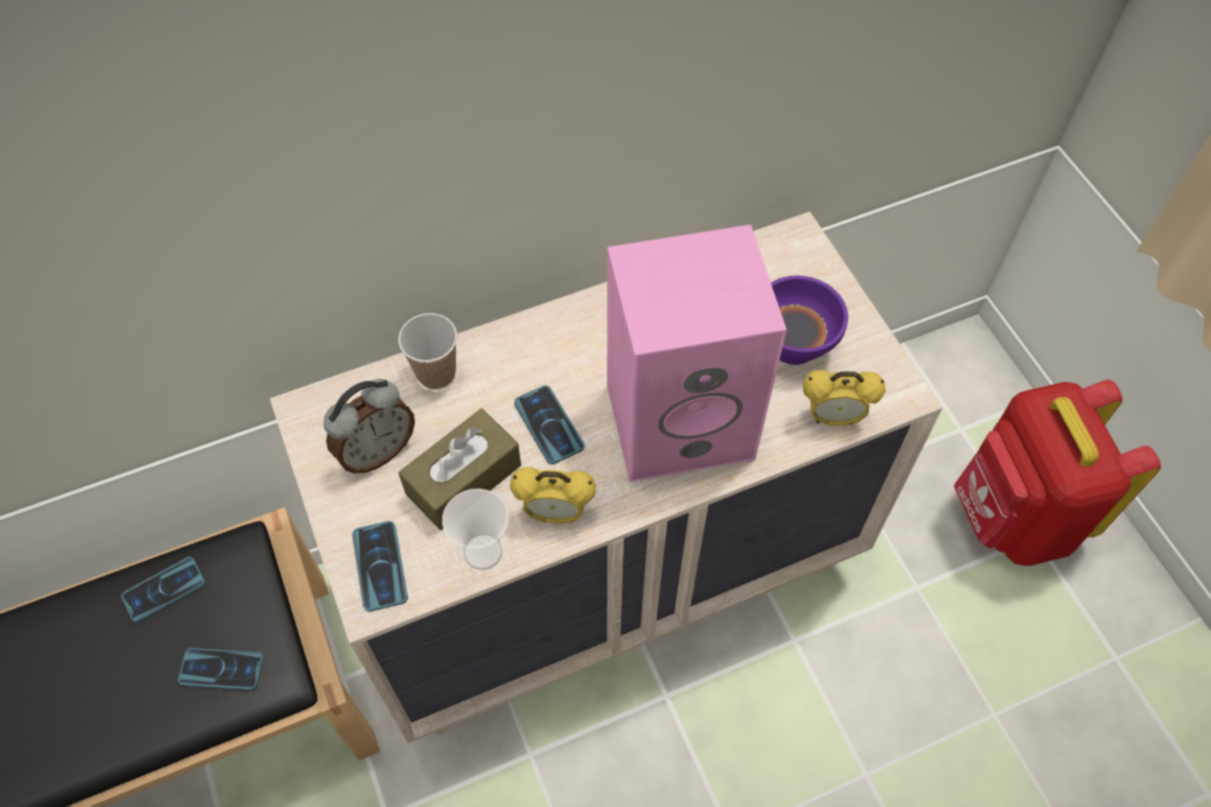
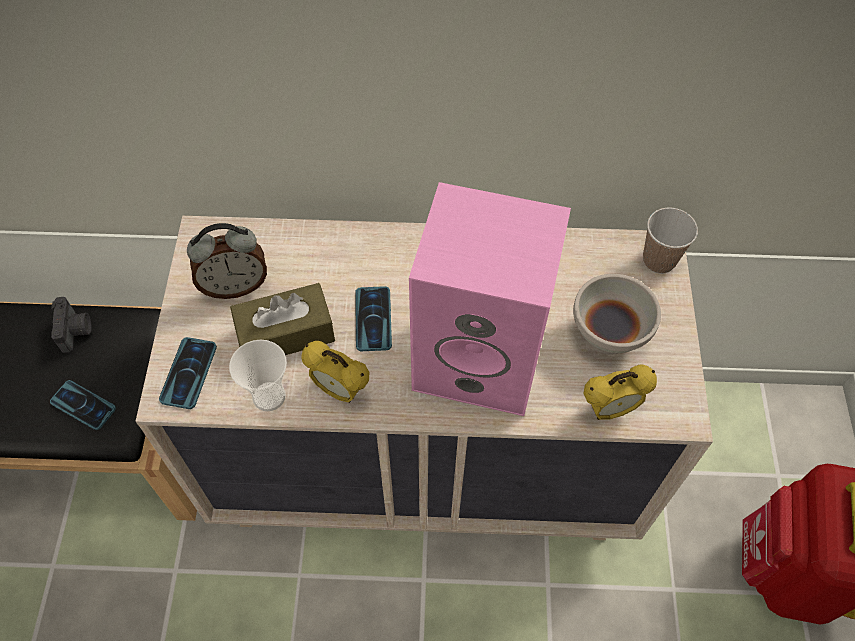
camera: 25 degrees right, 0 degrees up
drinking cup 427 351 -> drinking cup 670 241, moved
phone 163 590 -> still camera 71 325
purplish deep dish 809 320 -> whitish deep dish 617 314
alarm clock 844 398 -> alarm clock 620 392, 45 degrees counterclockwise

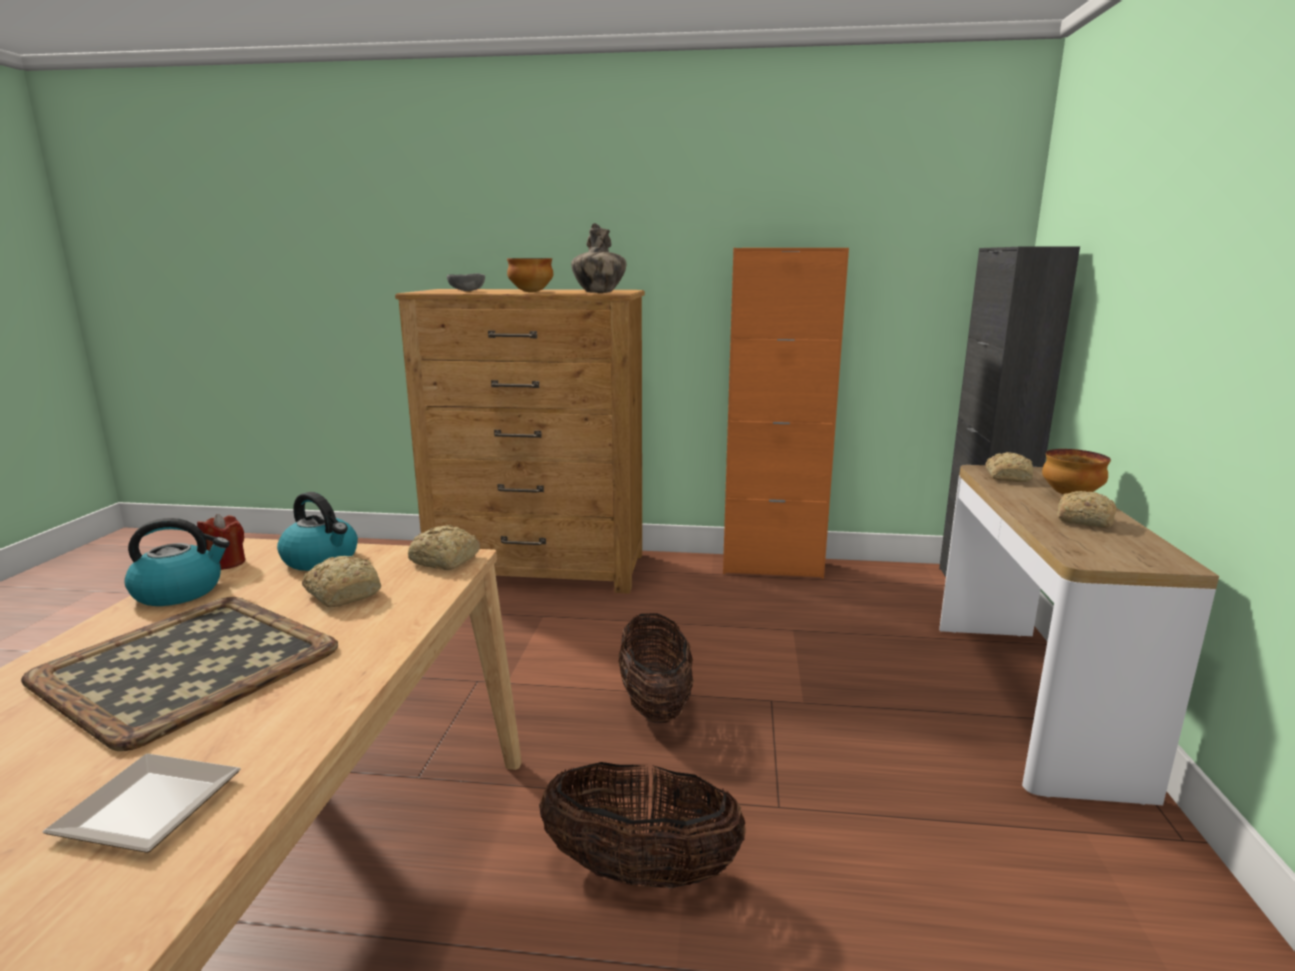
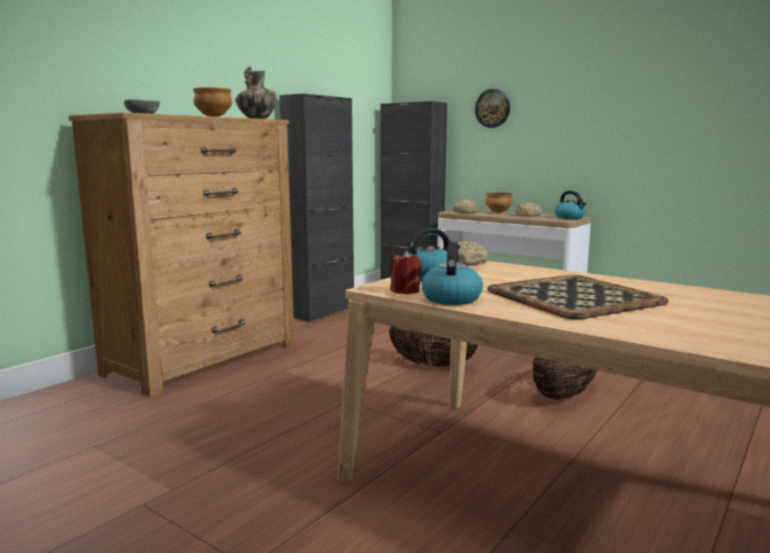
camera: 60 degrees left, 5 degrees down
plate 141 803 -> none
baked bread 341 581 -> none
none -> wall clock 492 108
none -> water kettle 571 204
orange-coloured cupboard 786 413 -> black-coloured cupboard 316 207

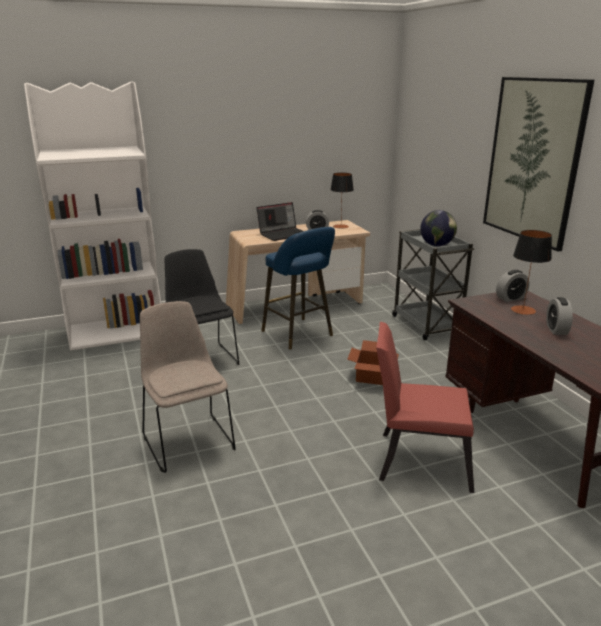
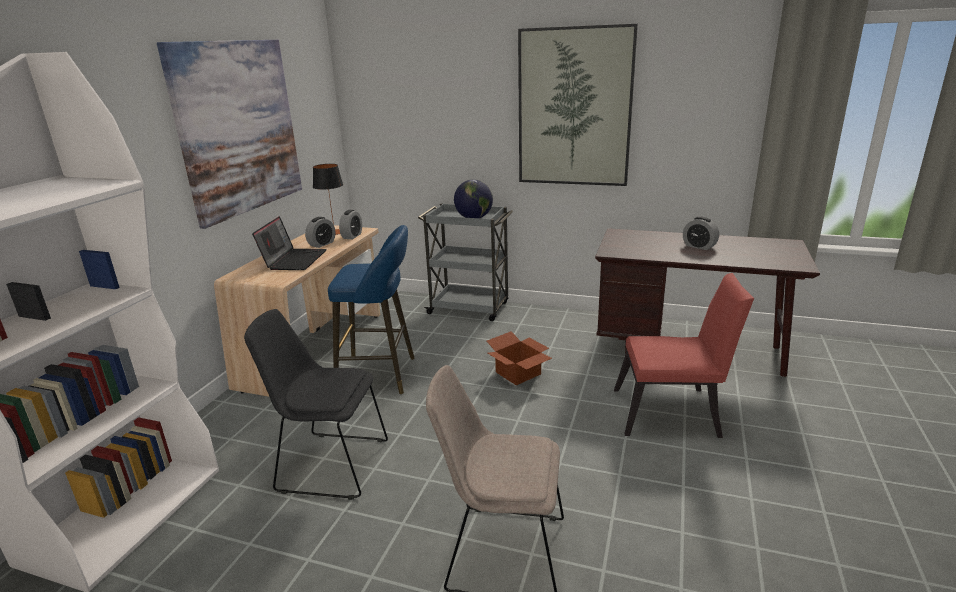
camera: 50 degrees left, 0 degrees up
lamp for a table 531 272 -> none
none -> picture 229 134
alarm clock 512 286 -> alarm clock 350 224, moved
red-coloured upright chair 425 407 -> red-coloured upright chair 684 355, 135 degrees counterclockwise

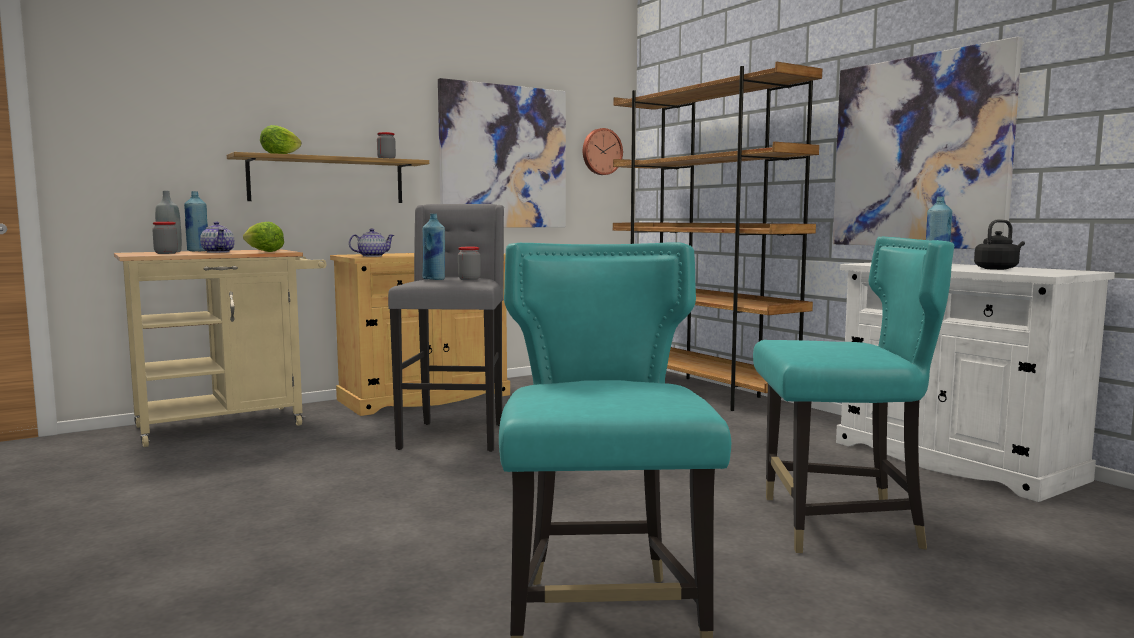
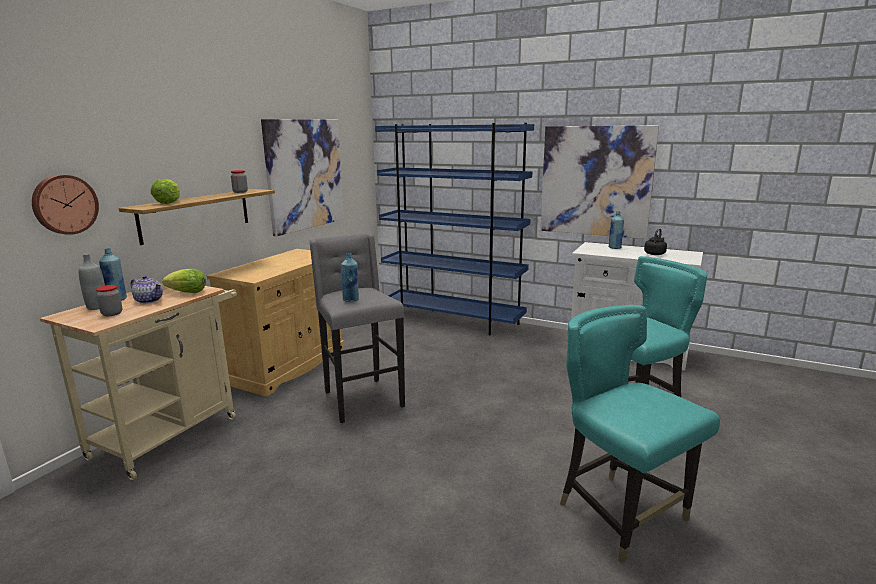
camera: 30 degrees left, 10 degrees up
teapot 372 242 -> none
jar 469 263 -> none
wall clock 603 151 -> wall clock 65 205, moved
brown-coloured bookshelf 717 236 -> blue bookshelf 454 229

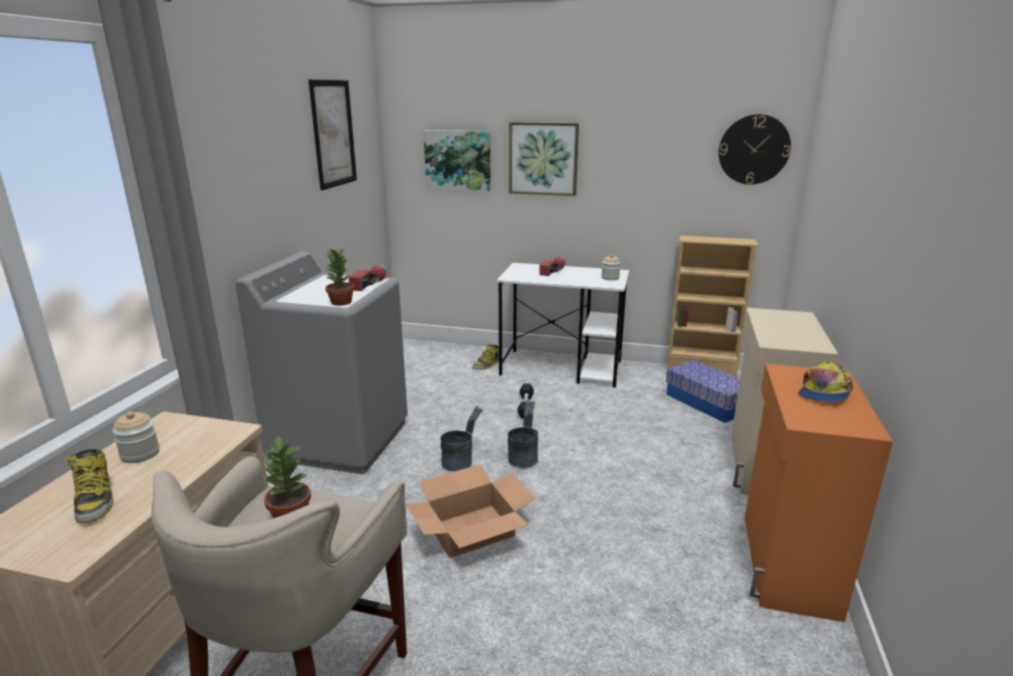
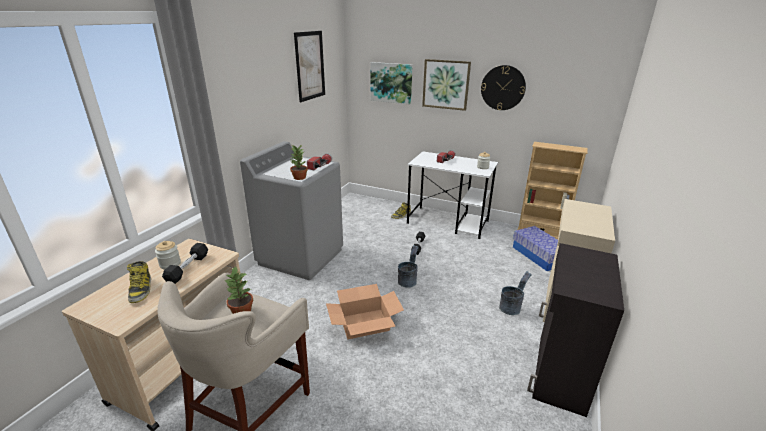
camera: 10 degrees right, 5 degrees up
baseball cap 825 381 -> none
none -> black-coloured free weight 185 263
gray bucket 461 439 -> gray bucket 515 293, moved
wall clock 755 149 -> wall clock 503 87, moved
orange-coloured cupboard 819 493 -> black-coloured cupboard 575 330

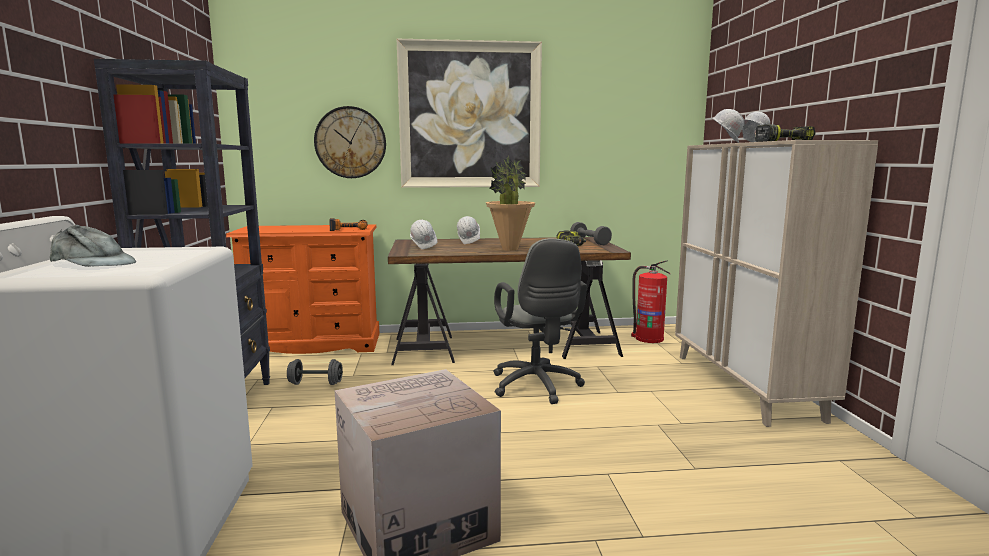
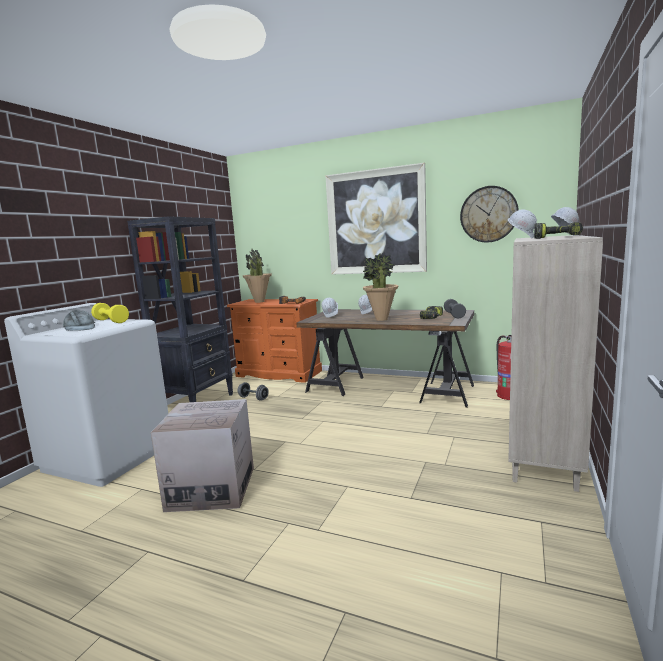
camera: 30 degrees right, 0 degrees up
gray desk chair 540 321 -> none
none -> yellow free weight 110 313
none -> houseplant 257 276
wall clock 350 142 -> wall clock 489 214, moved

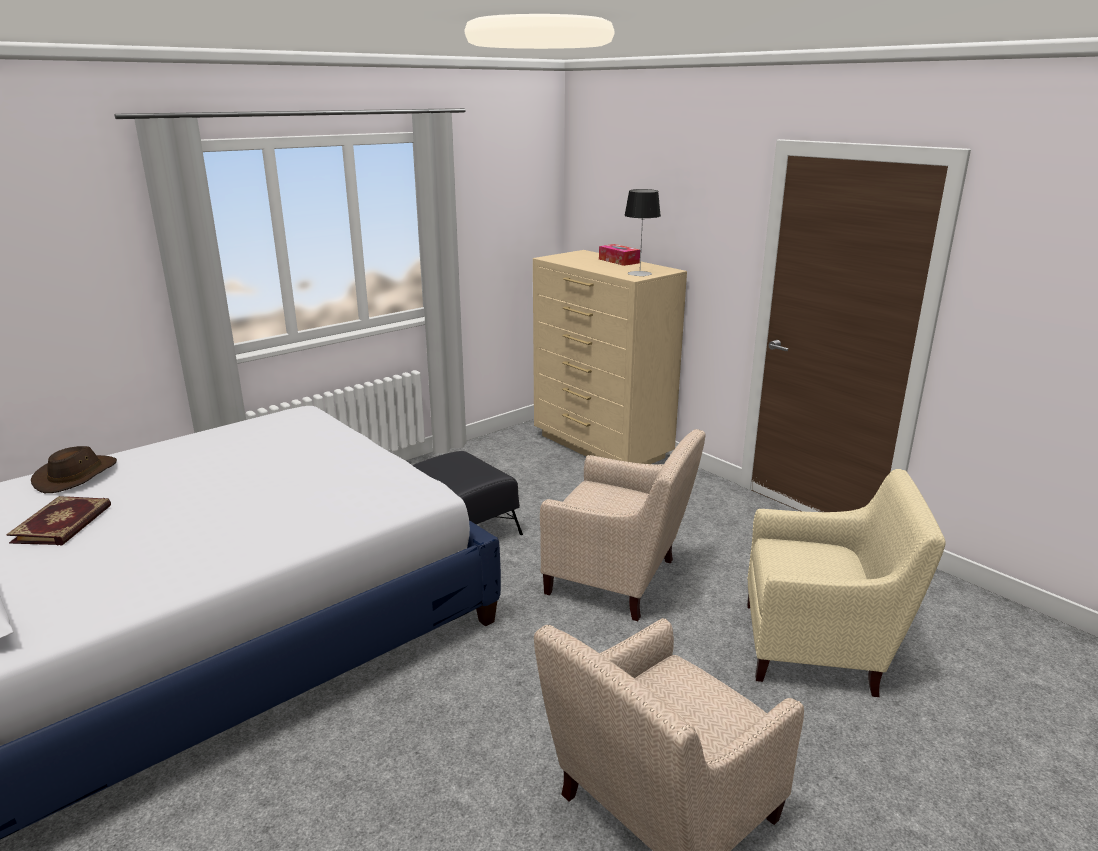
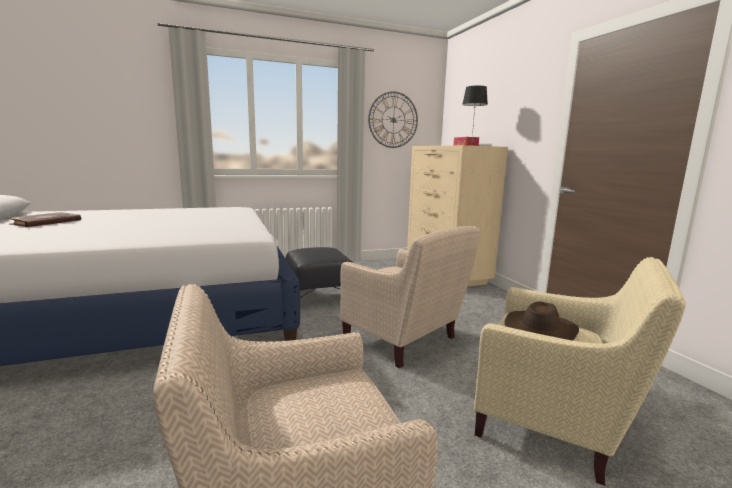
camera: 20 degrees right, 10 degrees down
none -> wall clock 393 119
brown-coloured wearable hat 74 469 -> brown-coloured wearable hat 542 321, moved

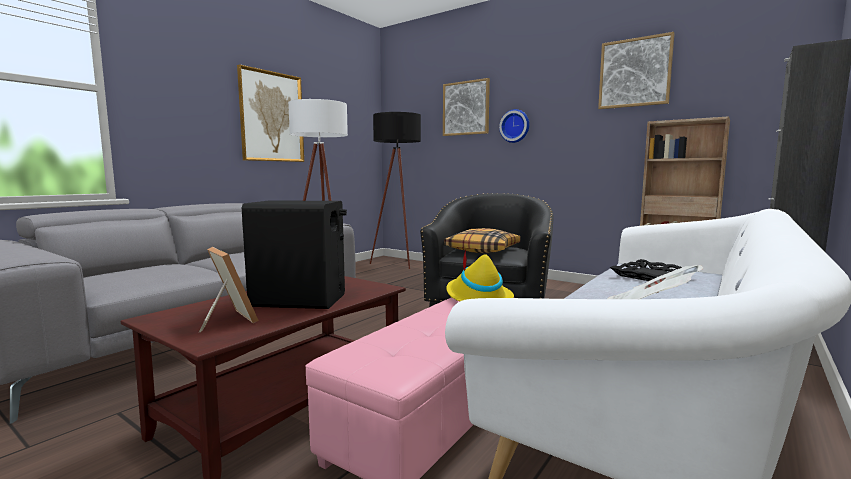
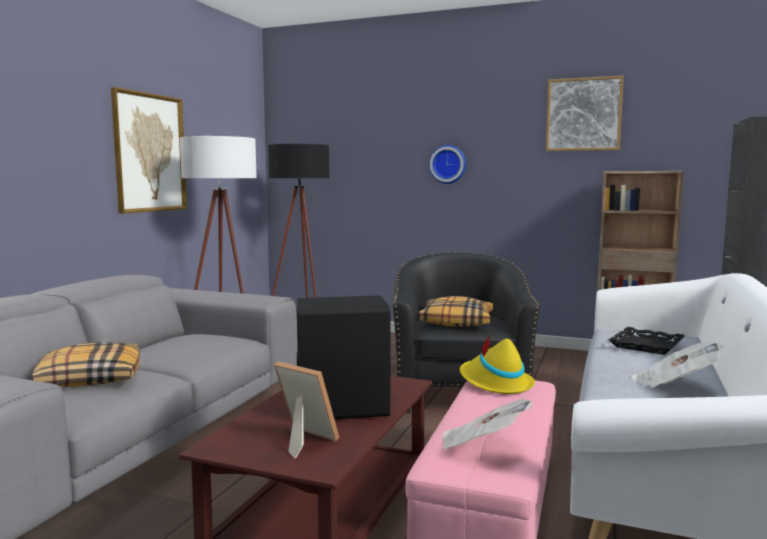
camera: 15 degrees left, 0 degrees up
picture 466 107 -> none
none -> cushion 86 364
none -> daily paper 487 424

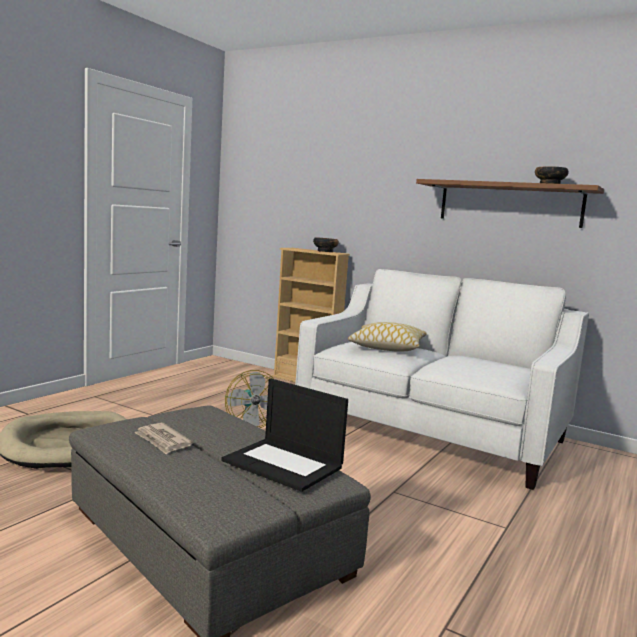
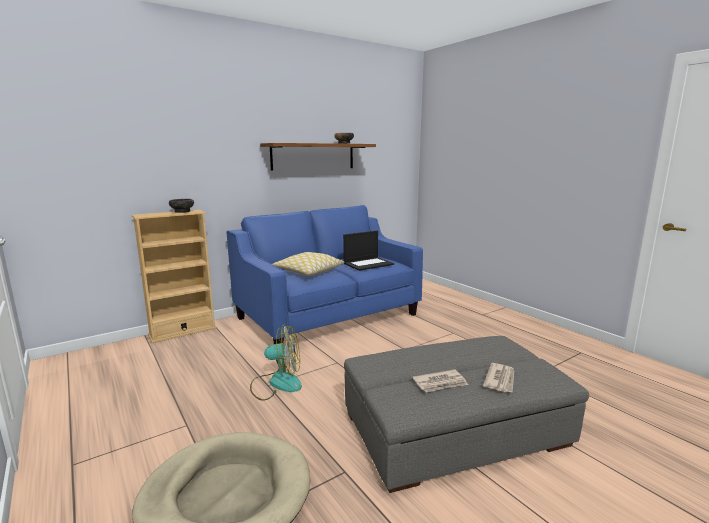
camera: 65 degrees left, 5 degrees up
none -> daily paper 498 377
portable computer 284 435 -> portable computer 368 251, moved
whitish sofa 442 379 -> blue sofa 325 274

